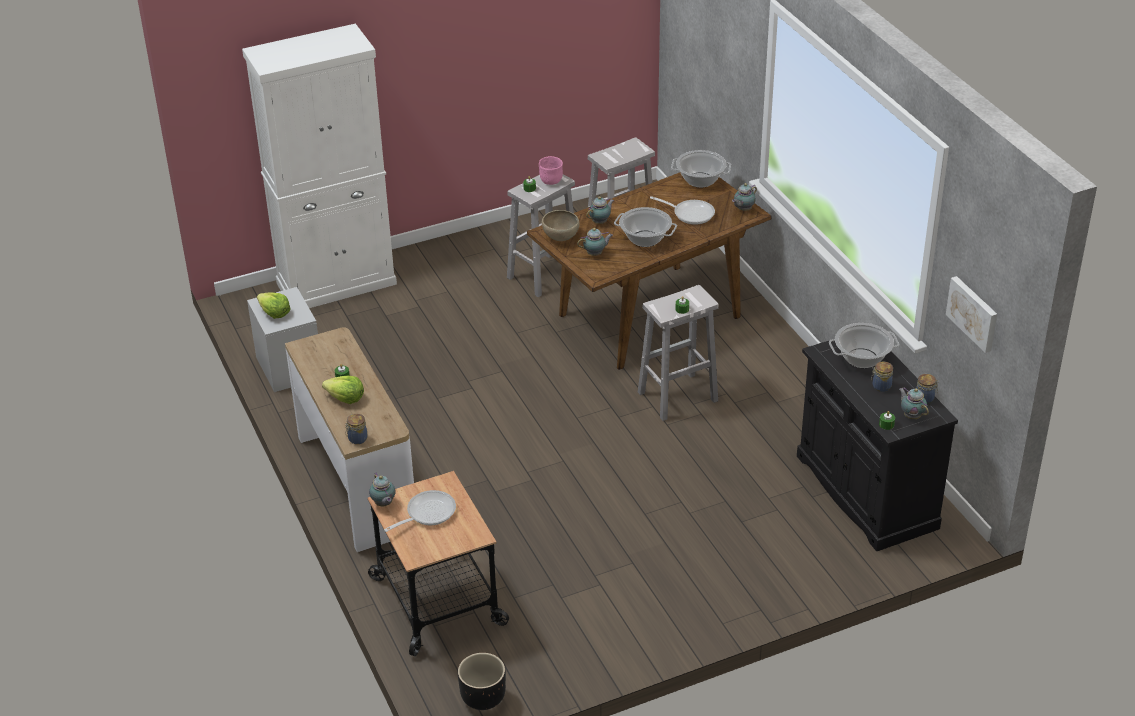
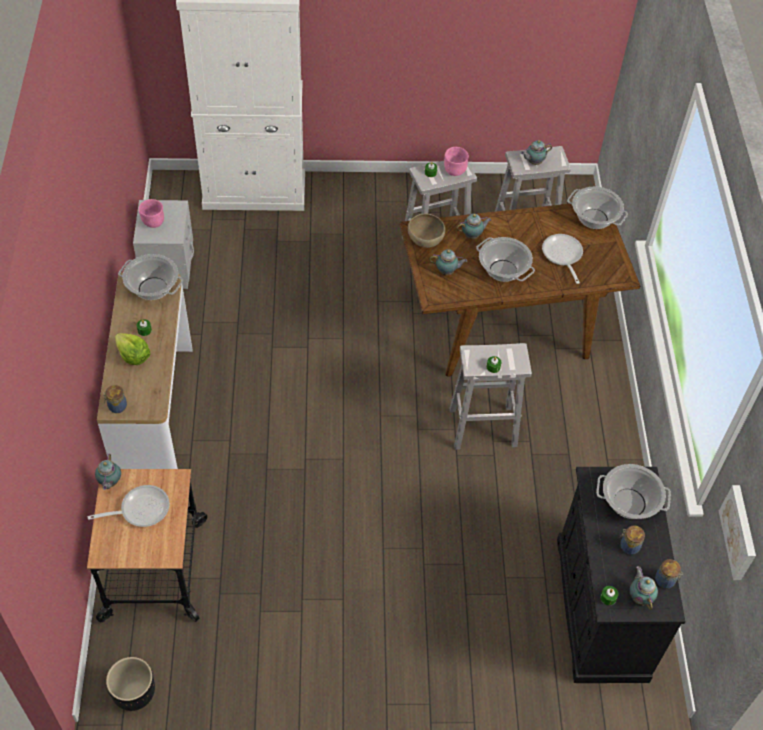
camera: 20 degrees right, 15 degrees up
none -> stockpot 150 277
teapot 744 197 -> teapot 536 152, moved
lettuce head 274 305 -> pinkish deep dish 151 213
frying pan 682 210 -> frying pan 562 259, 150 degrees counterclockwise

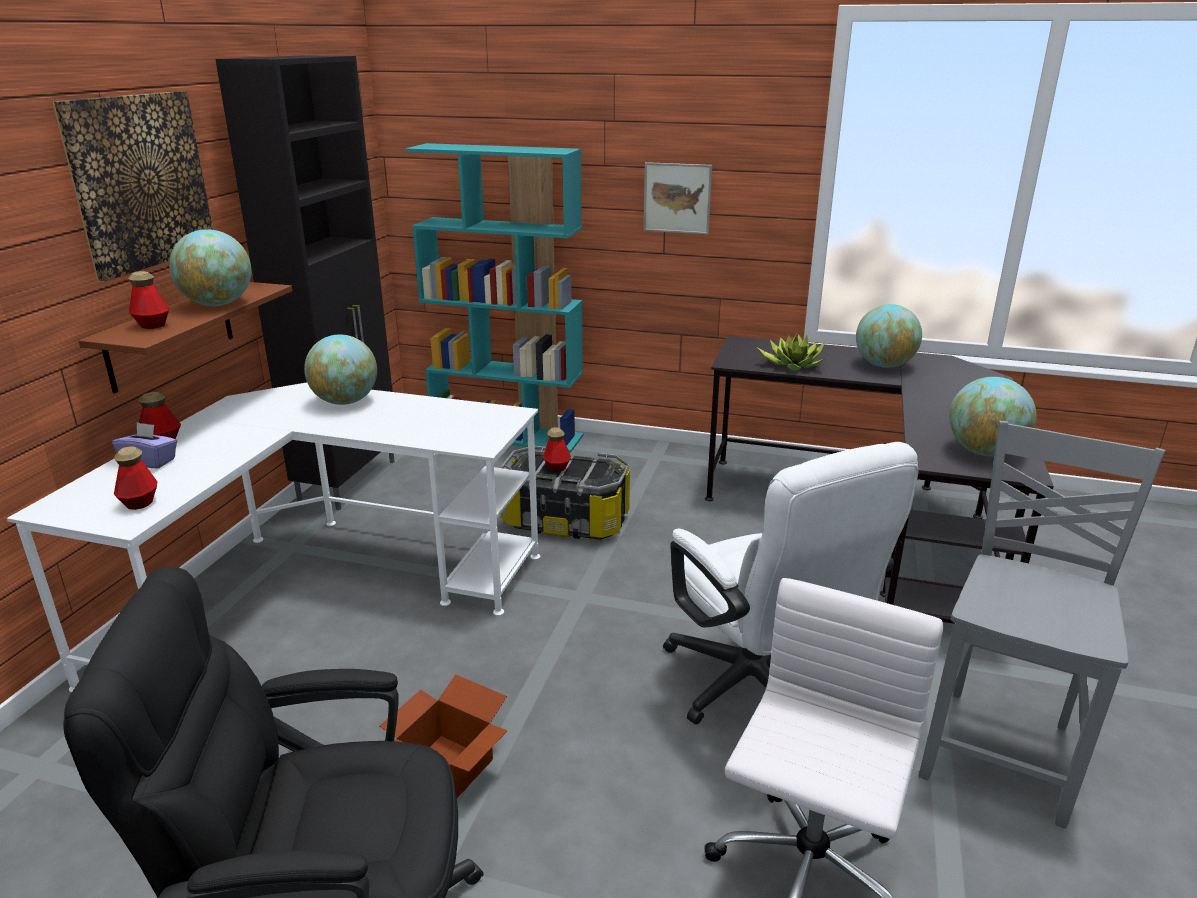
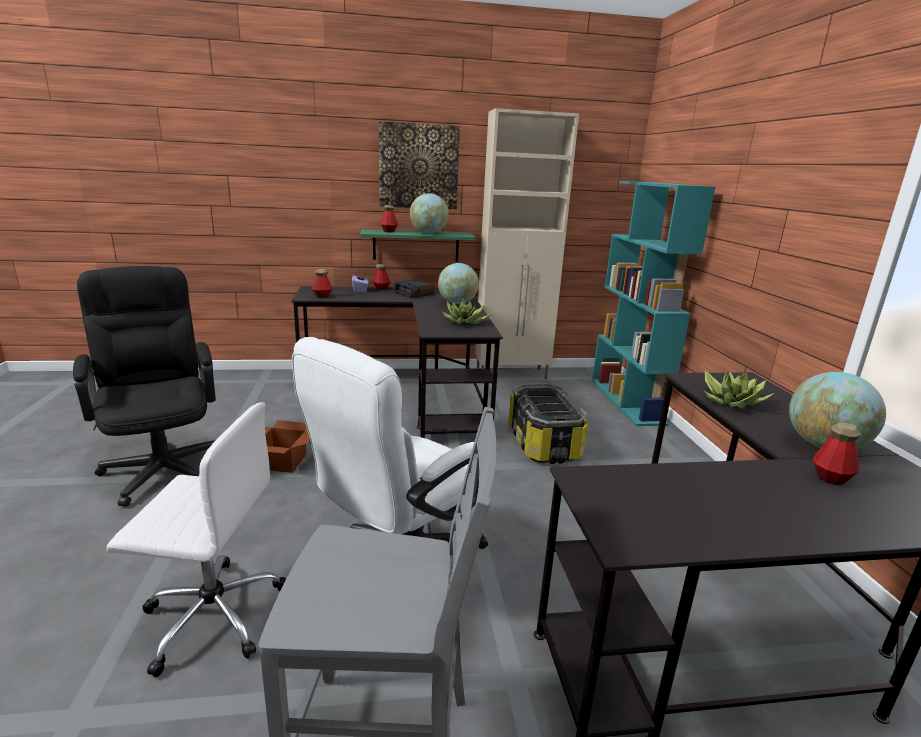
camera: 65 degrees right, 5 degrees down
picture 677 198 -> none
globe 993 416 -> none
none -> alarm clock 413 289
none -> houseplant 467 311
beverage bottle 557 449 -> beverage bottle 837 453, moved
whitish desk unit 273 538 -> black-coloured desk unit 397 362
brown-coloured bracket shelf 185 338 -> green-coloured bracket shelf 418 245
black-coloured cupboard 305 283 -> beige-coloured cupboard 527 243

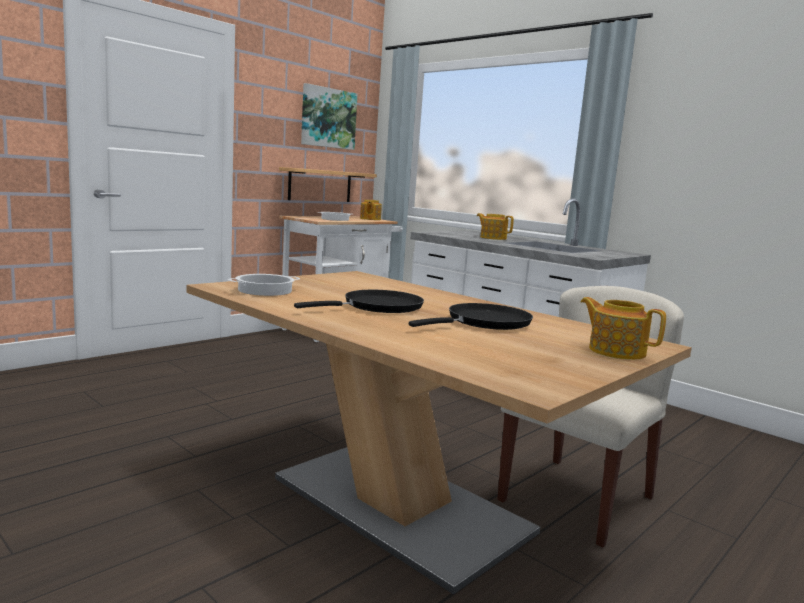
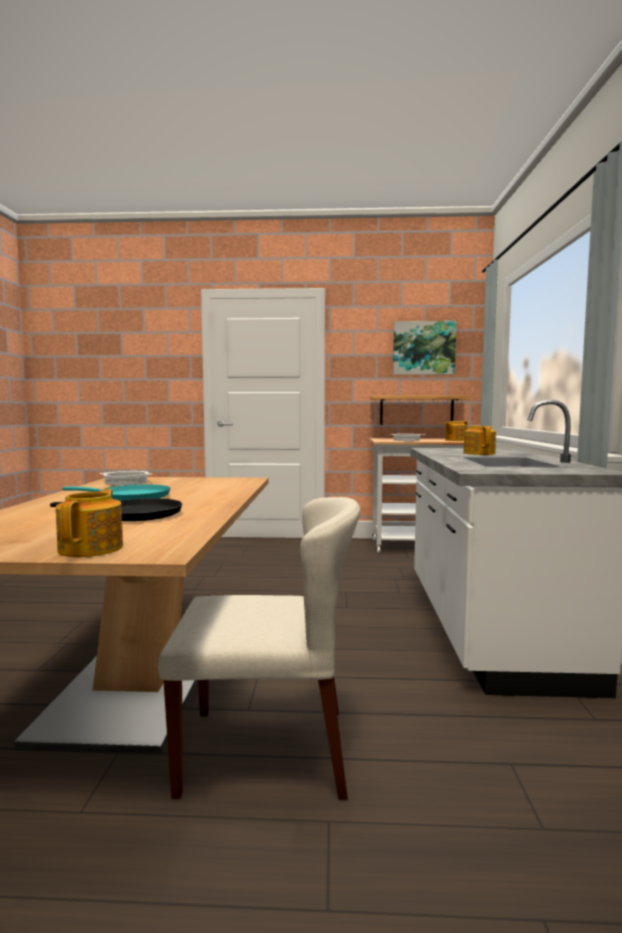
camera: 50 degrees right, 5 degrees down
black-coloured frying pan 359 301 -> blue-green frying pan 116 492

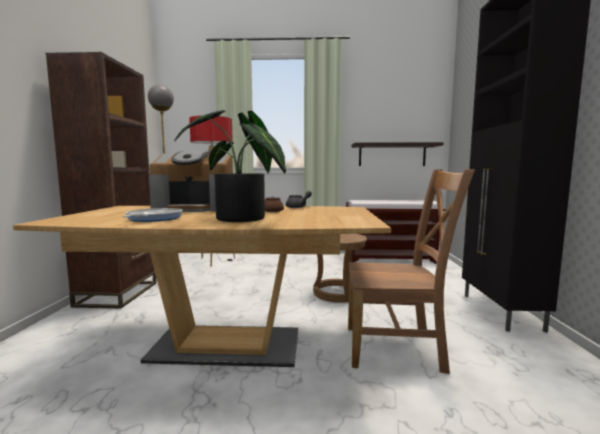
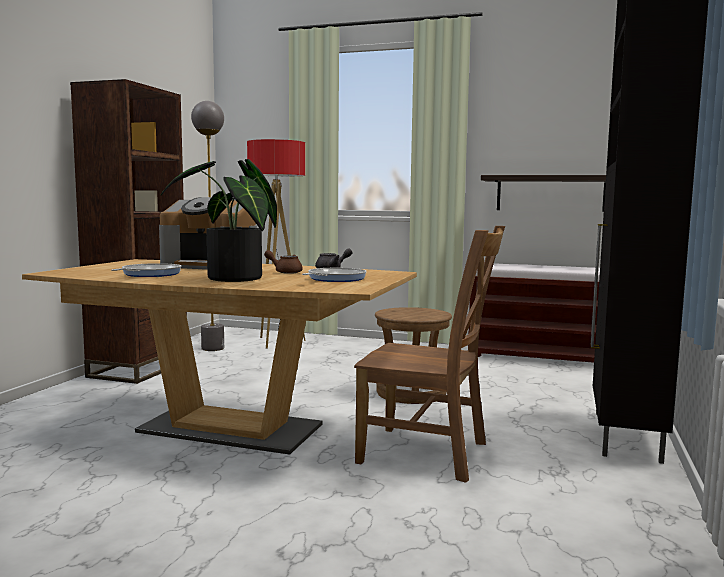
camera: 15 degrees right, 0 degrees up
none -> frying pan 334 275

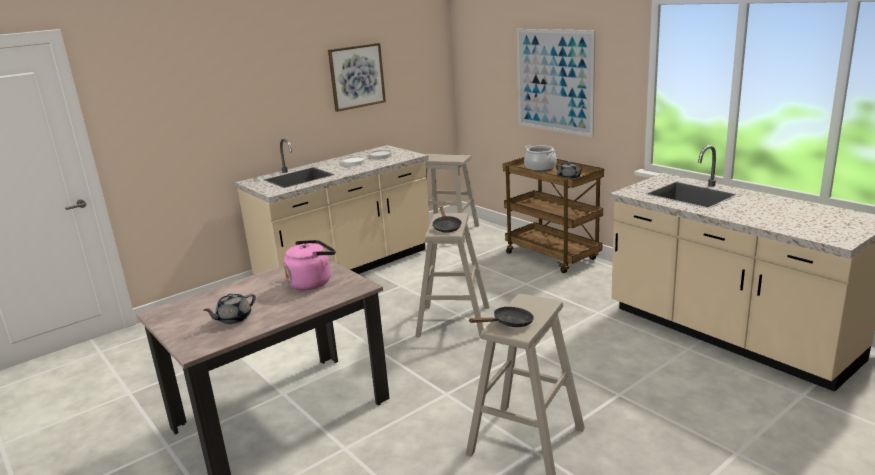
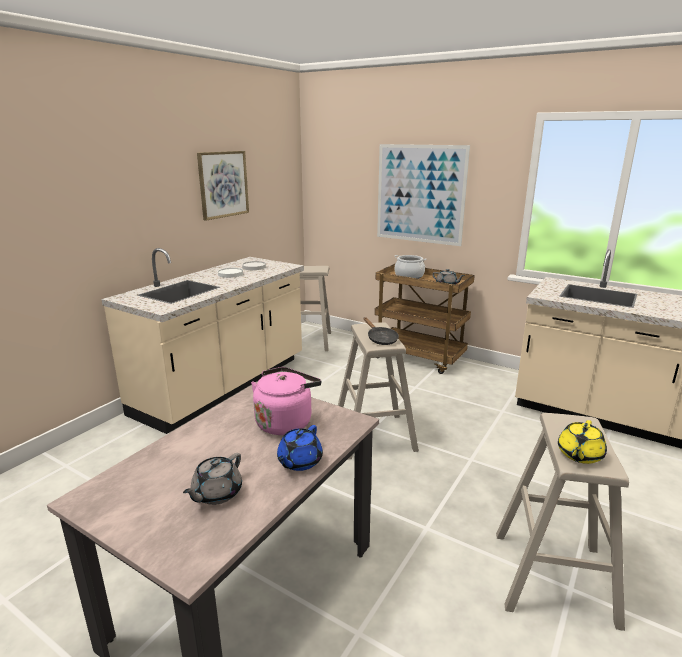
camera: 20 degrees left, 0 degrees up
none -> blue teapot 300 448
black-coloured frying pan 501 317 -> yellow teapot 582 442

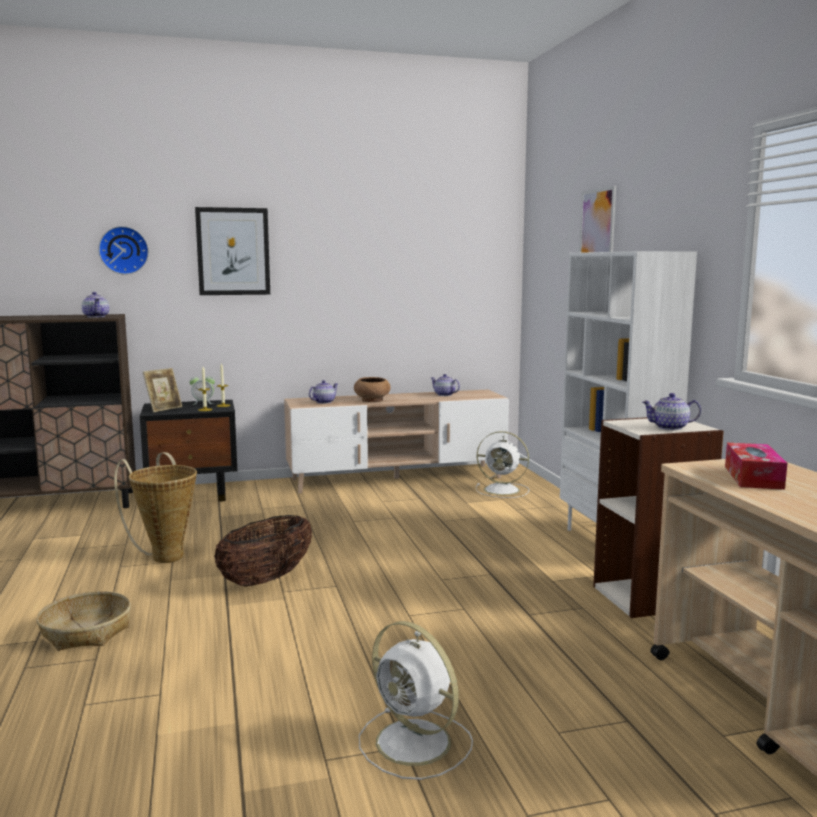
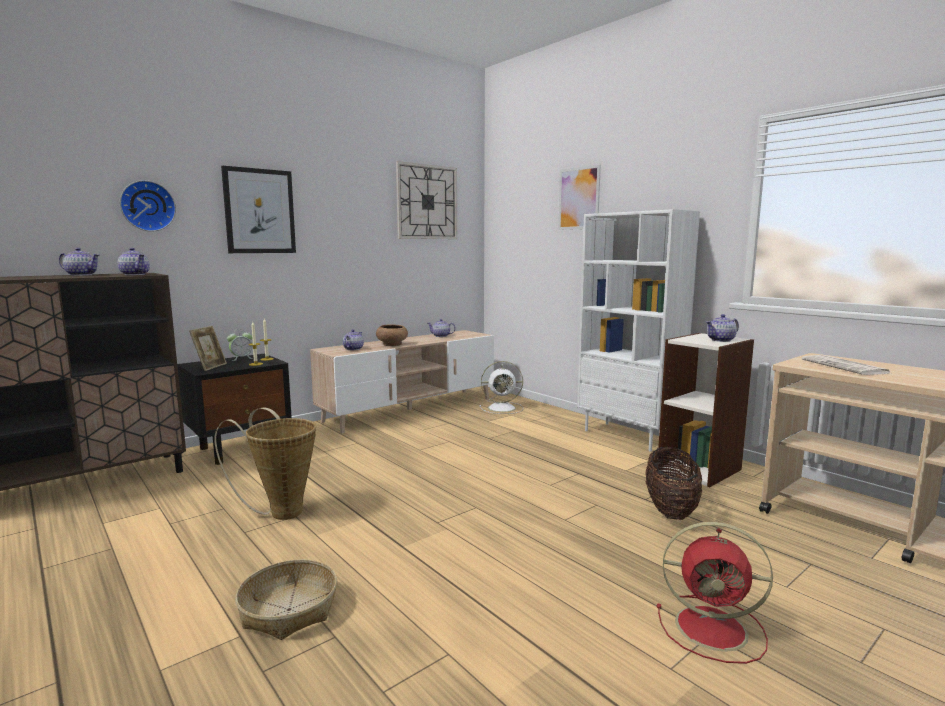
camera: 25 degrees left, 0 degrees up
none -> teapot 79 262
none -> wall clock 426 200
household basket 263 551 -> household basket 674 483, moved
tissue box 756 466 -> daily paper 846 365
whitish fan 416 700 -> red-coloured fan 715 593

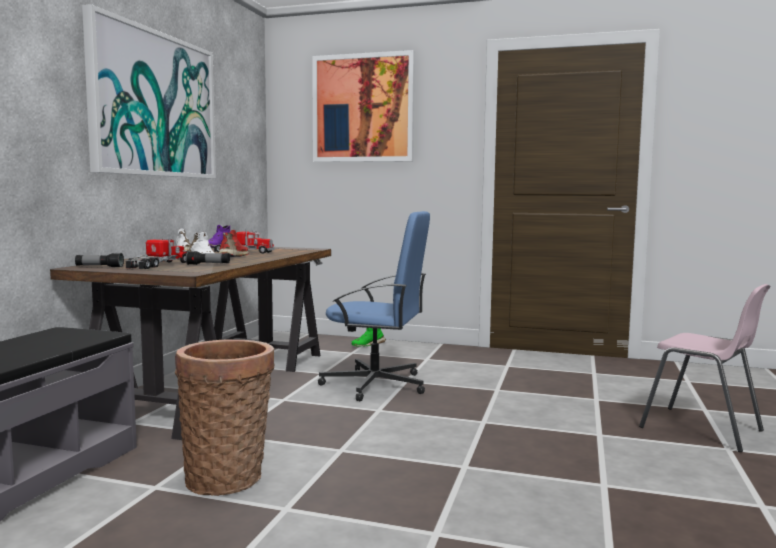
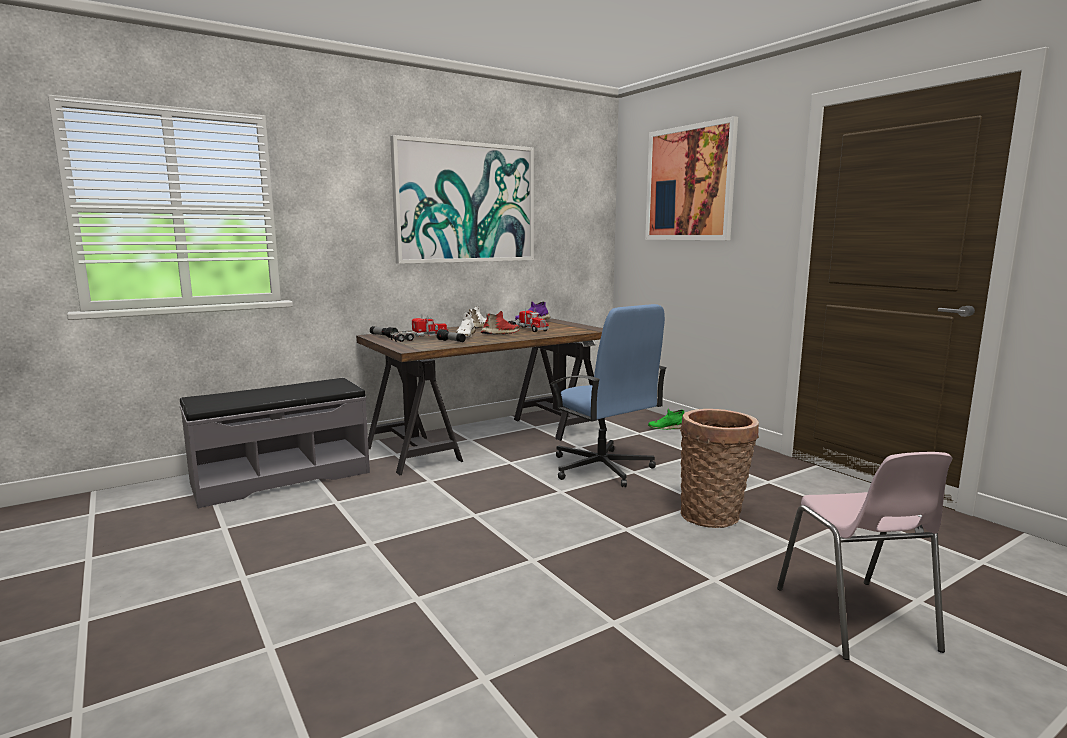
camera: 40 degrees right, 5 degrees up
household basket 225 418 -> household basket 719 468, moved

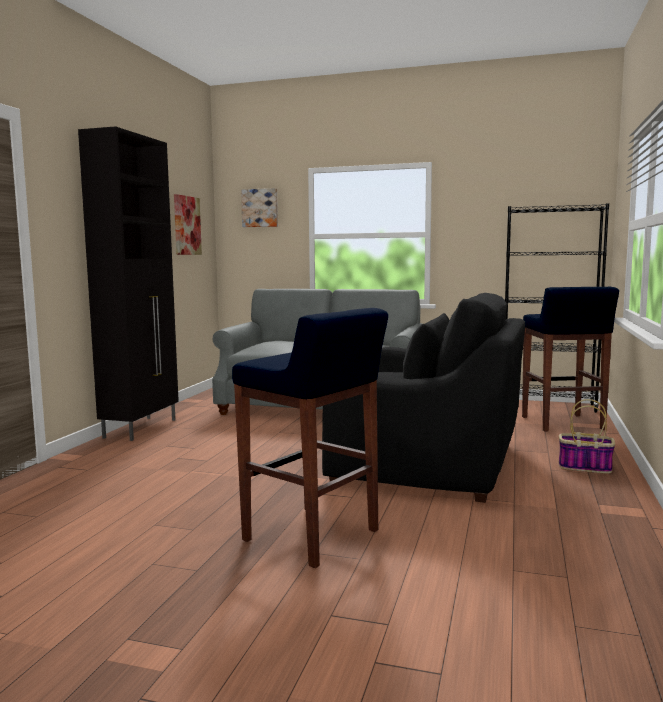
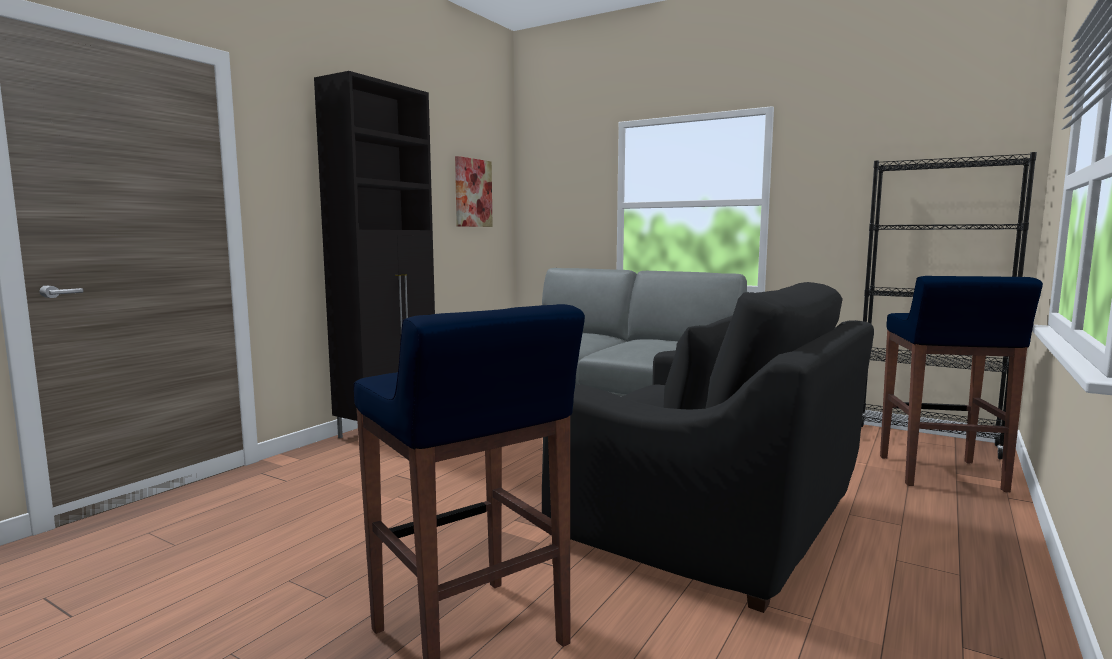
camera: 15 degrees right, 0 degrees up
picture 259 207 -> none
household basket 587 436 -> none

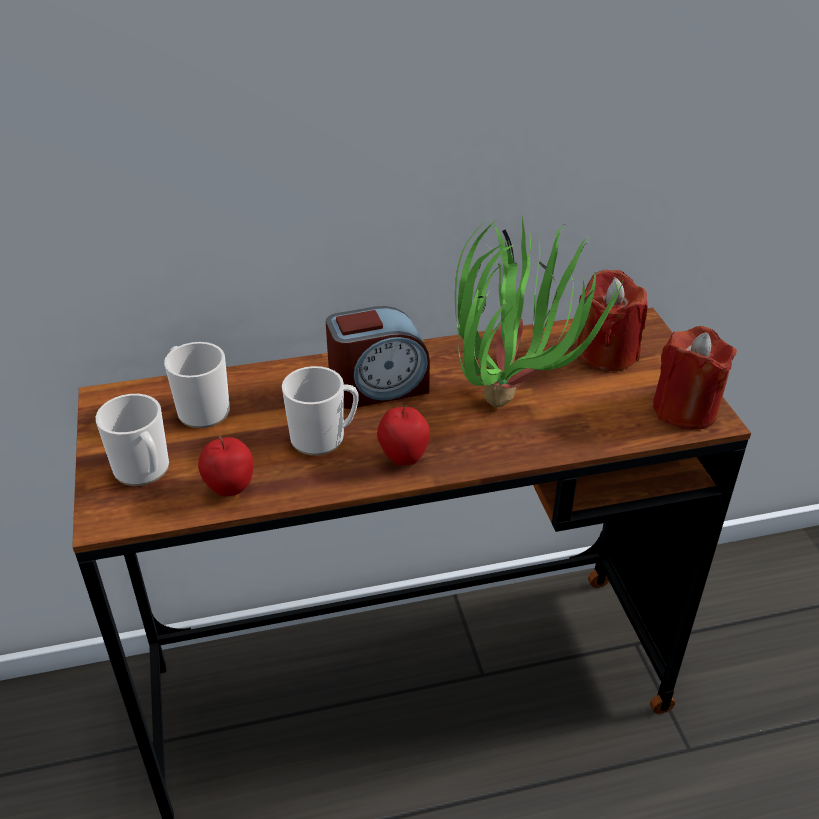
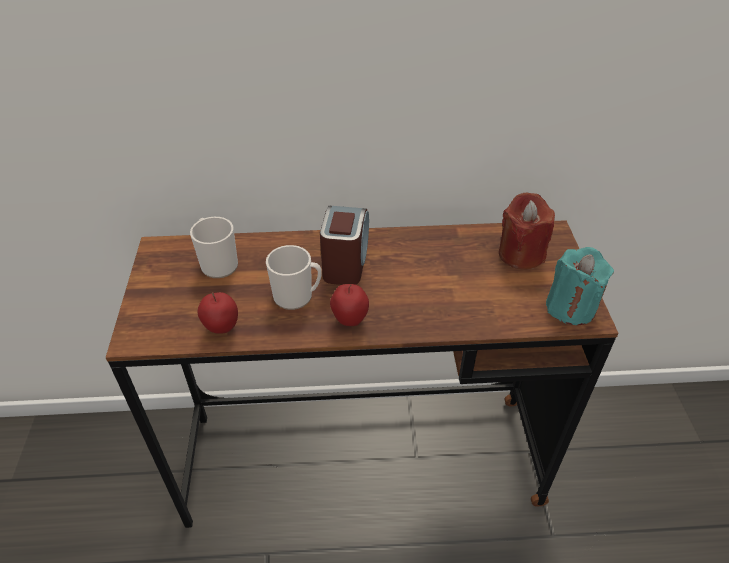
camera: 10 degrees right, 5 degrees up
tea mug 132 440 -> none
houseplant 539 312 -> none
red-coloured candle 694 378 -> blue-green candle 580 286
alarm clock 378 357 -> alarm clock 344 245, 75 degrees counterclockwise

